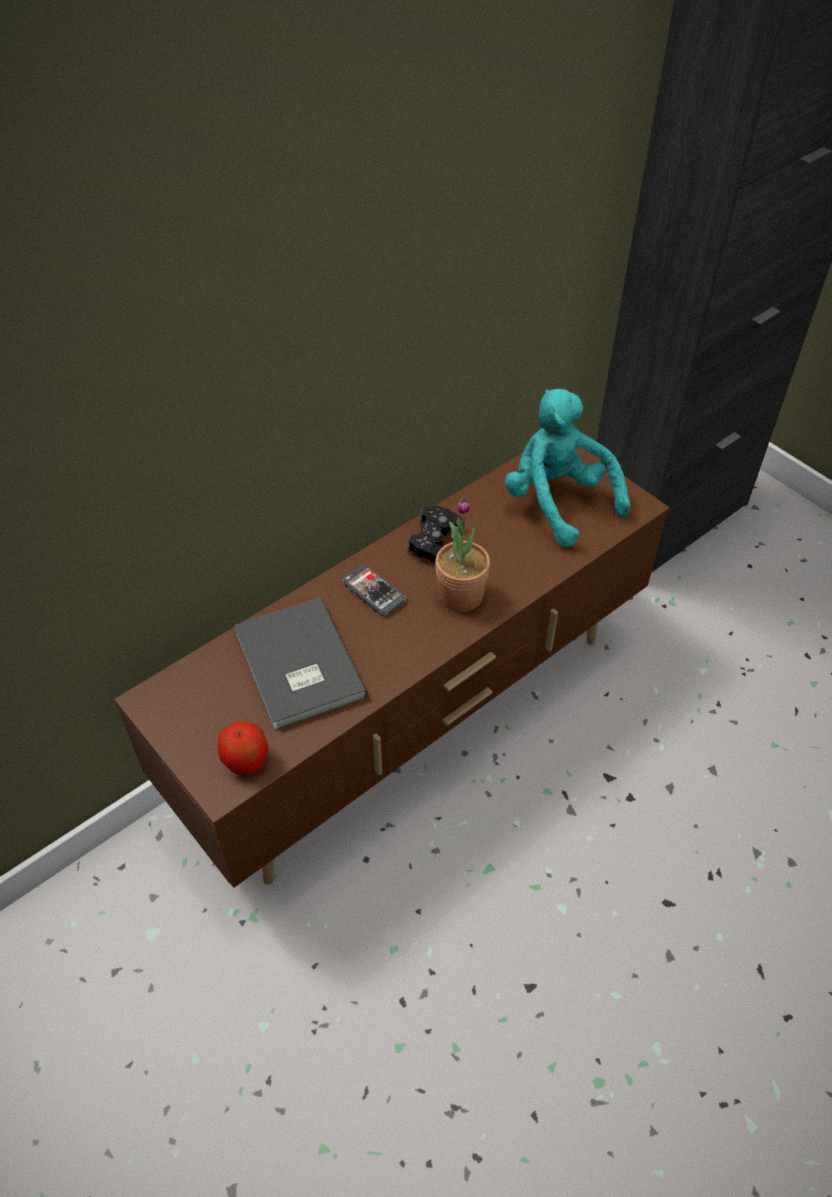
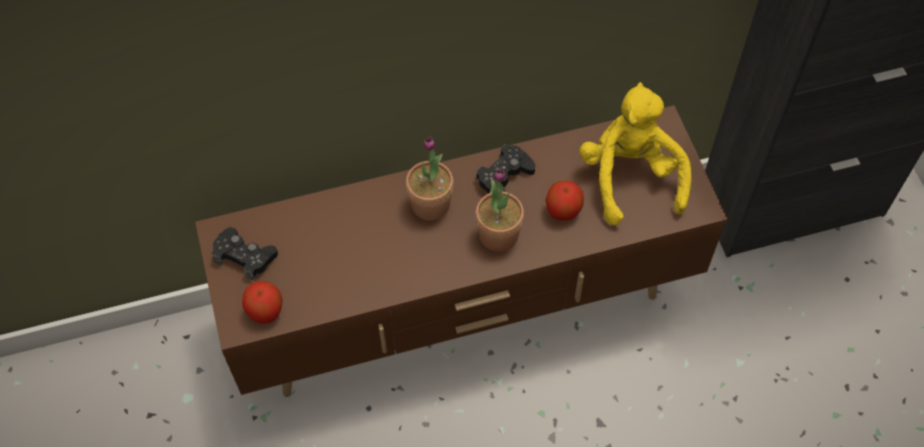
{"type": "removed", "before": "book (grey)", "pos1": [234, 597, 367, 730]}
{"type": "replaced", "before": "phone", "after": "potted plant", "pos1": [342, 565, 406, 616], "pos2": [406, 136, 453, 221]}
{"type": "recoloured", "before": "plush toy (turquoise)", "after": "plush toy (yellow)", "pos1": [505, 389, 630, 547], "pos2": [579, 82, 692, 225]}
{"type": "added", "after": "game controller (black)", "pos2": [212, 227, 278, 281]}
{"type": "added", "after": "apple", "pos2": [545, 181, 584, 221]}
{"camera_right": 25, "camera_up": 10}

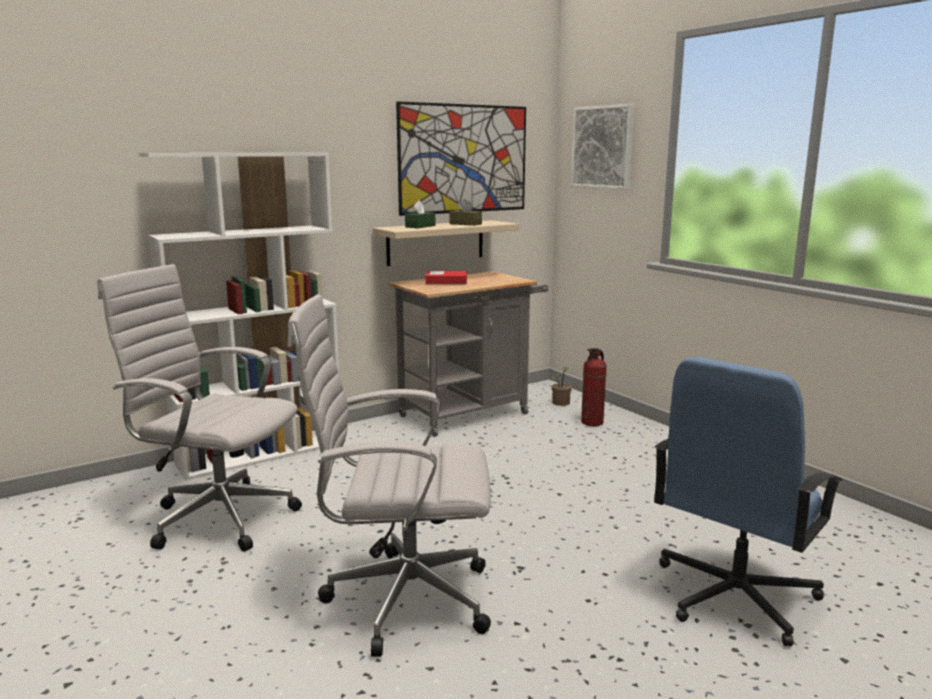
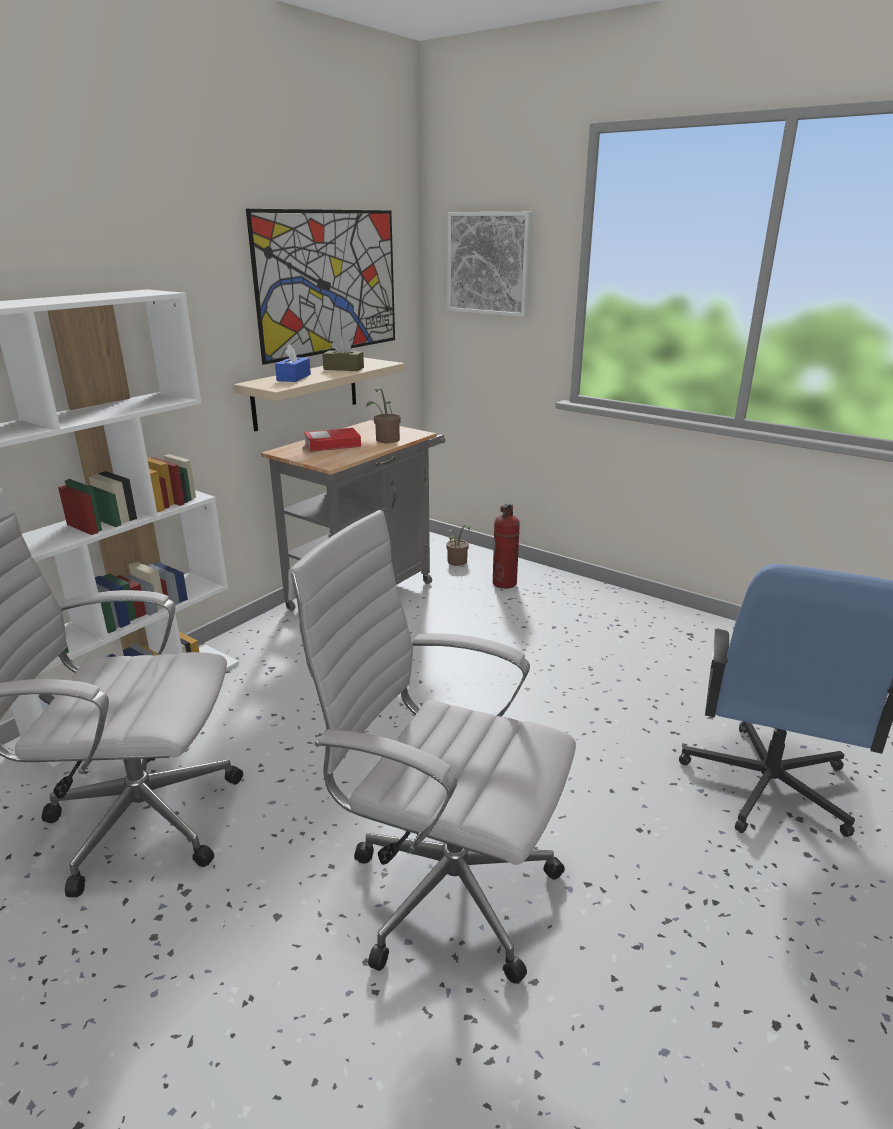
{"type": "turned", "before": "office chair (white)", "pos1": [287, 294, 491, 657], "pos2": [288, 510, 576, 984], "turn": 45}
{"type": "recoloured", "before": "tissue box (green)", "after": "tissue box (blue)", "pos1": [405, 200, 435, 228], "pos2": [275, 344, 311, 382]}
{"type": "added", "after": "potted plant", "pos2": [366, 387, 401, 443]}
{"camera_right": -20, "camera_up": 10}

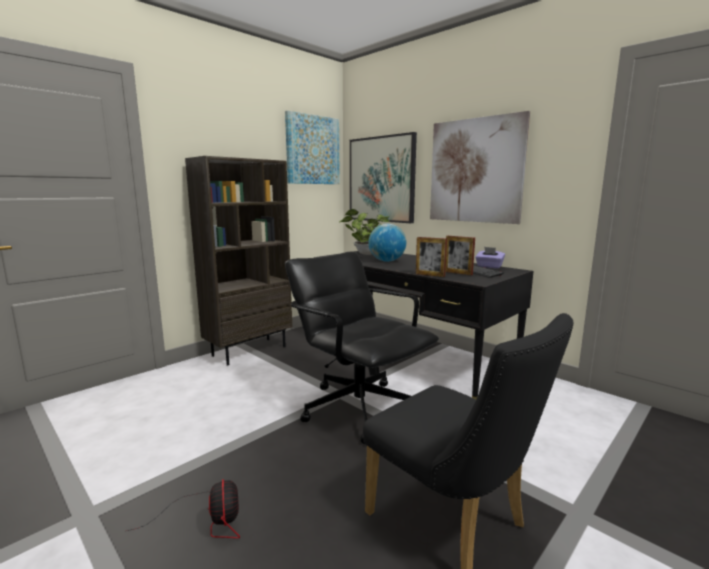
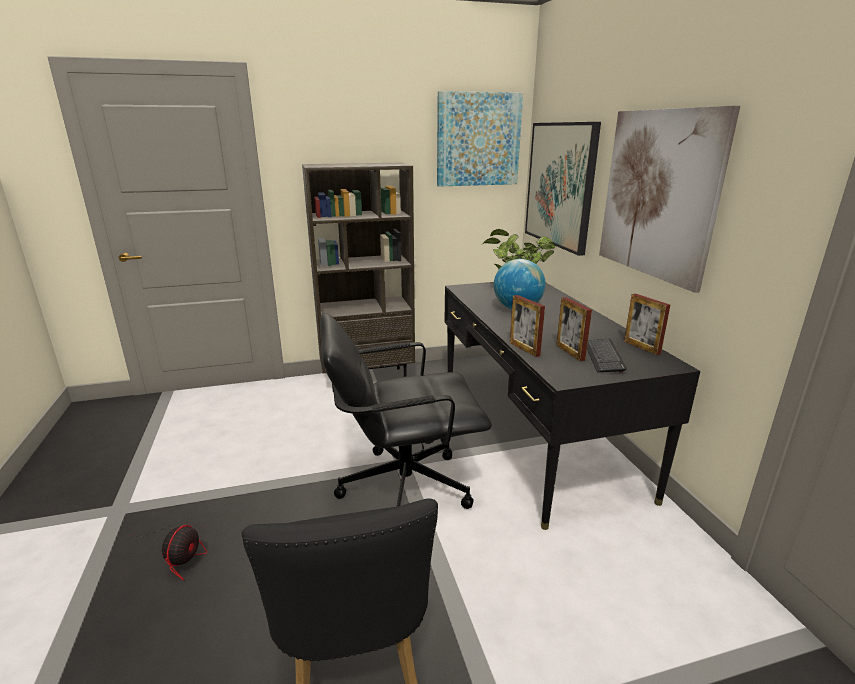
{"type": "turned", "before": "office chair (black)", "pos1": [285, 251, 439, 444], "pos2": [320, 313, 492, 509], "turn": -90}
{"type": "replaced", "before": "tissue box (purple)", "after": "picture frame", "pos1": [475, 247, 505, 268], "pos2": [624, 294, 670, 355]}
{"camera_right": 30, "camera_up": 10}

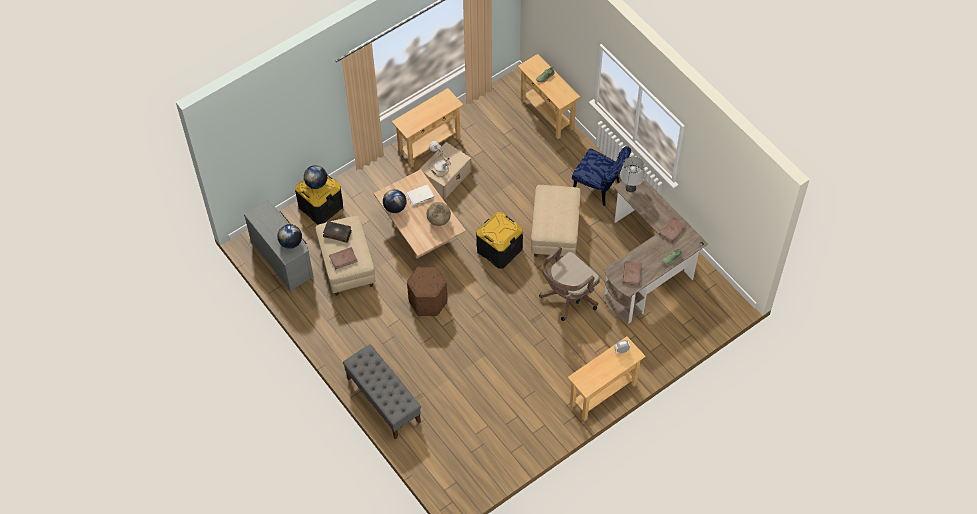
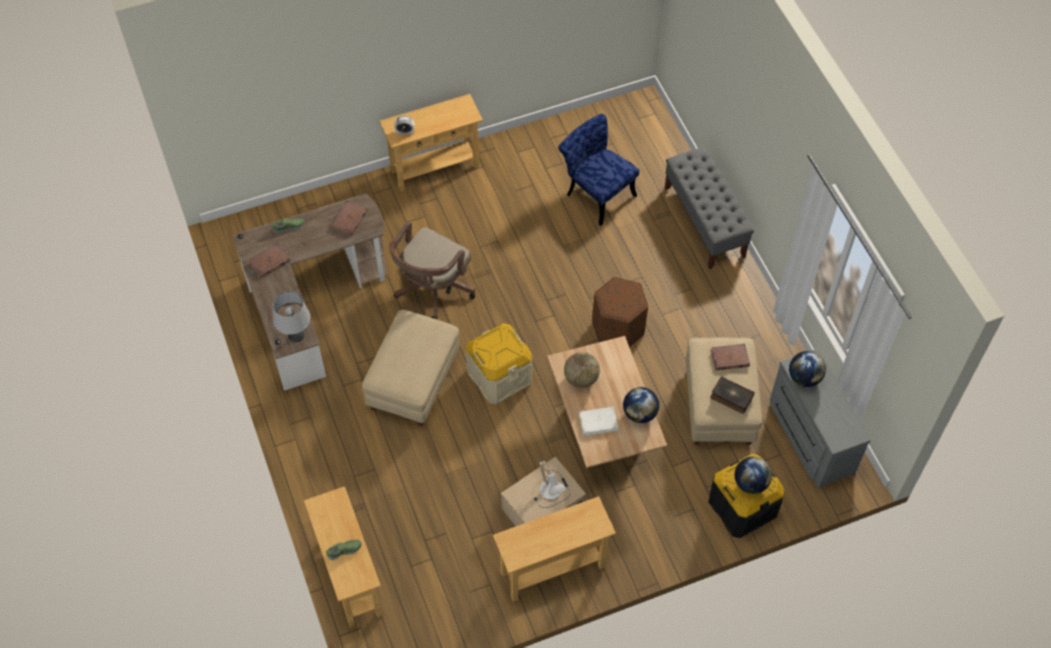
{"type": "recoloured", "before": "storage box (black)", "after": "storage box (beige)", "pos1": [476, 212, 523, 269], "pos2": [466, 323, 532, 404]}
{"type": "turned", "before": "office chair (brown)", "pos1": [539, 247, 600, 321], "pos2": [389, 221, 476, 319], "turn": 150}
{"type": "moved", "before": "chair (blue)", "pos1": [572, 146, 631, 206], "pos2": [558, 114, 639, 226]}
{"camera_right": -165, "camera_up": 0}

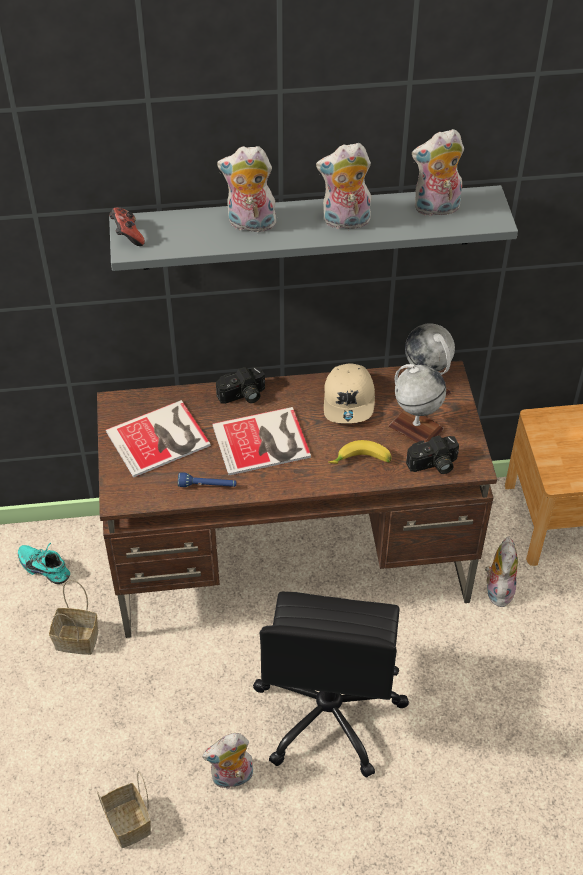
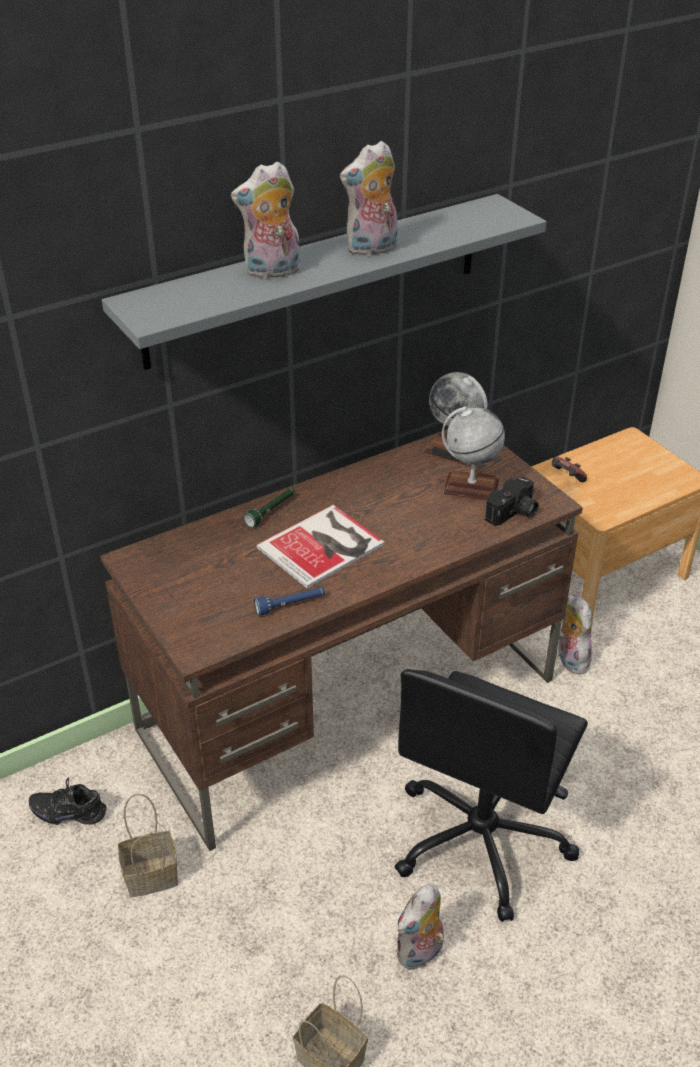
{"type": "recoloured", "before": "shoe (turquoise)", "after": "shoe (black)", "pos1": [18, 543, 70, 584], "pos2": [29, 777, 106, 825]}
{"type": "removed", "before": "book", "pos1": [106, 400, 211, 478]}
{"type": "moved", "before": "game controller", "pos1": [109, 208, 145, 246], "pos2": [552, 456, 587, 482]}
{"type": "replaced", "before": "photo camera", "after": "flashlight (green)", "pos1": [216, 367, 265, 404], "pos2": [243, 488, 295, 527]}
{"type": "turned", "before": "office chair (black)", "pos1": [253, 592, 409, 777], "pos2": [395, 669, 588, 922], "turn": 45}
{"type": "removed", "before": "cap (beige)", "pos1": [324, 363, 375, 423]}
{"type": "removed", "before": "banana", "pos1": [328, 440, 392, 464]}
{"type": "removed", "before": "plush toy", "pos1": [412, 129, 464, 216]}
{"camera_right": -25, "camera_up": -10}

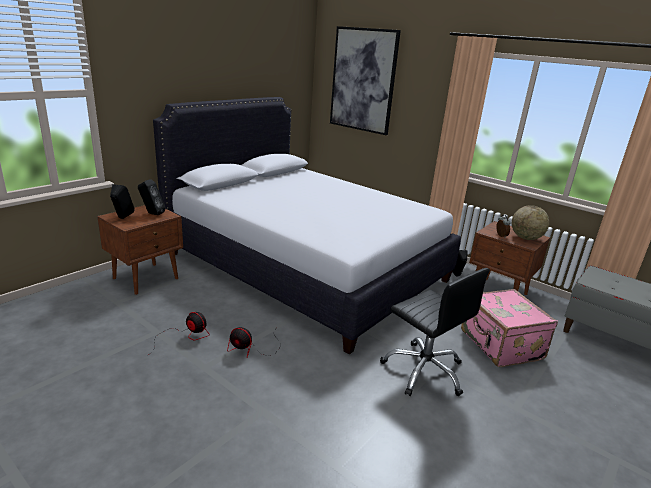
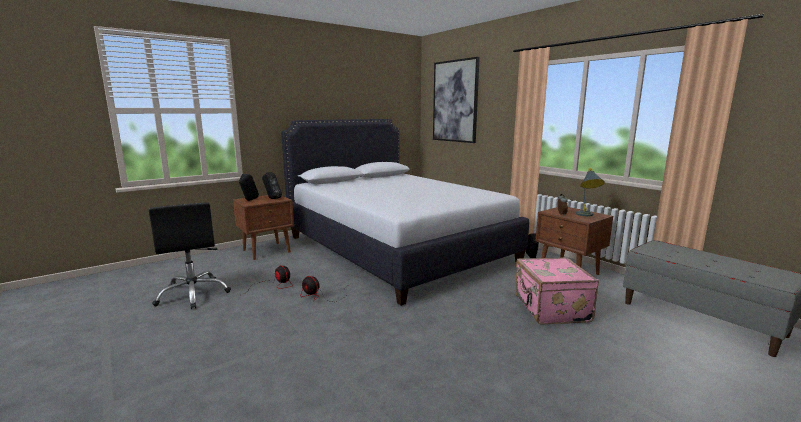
{"type": "moved", "before": "office chair (black)", "pos1": [380, 268, 490, 396], "pos2": [149, 202, 231, 309]}
{"type": "replaced", "before": "globe", "after": "table lamp (grey)", "pos1": [512, 205, 549, 240], "pos2": [576, 168, 605, 216]}
{"camera_right": 15, "camera_up": -10}

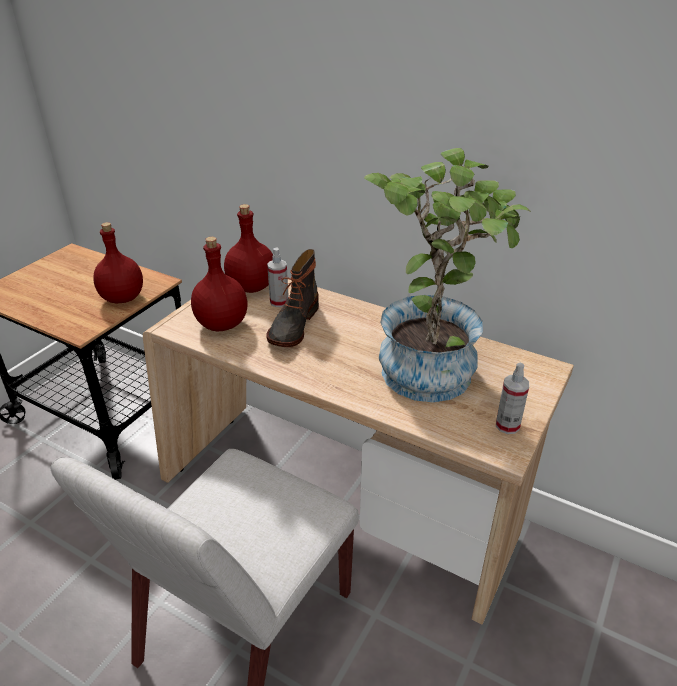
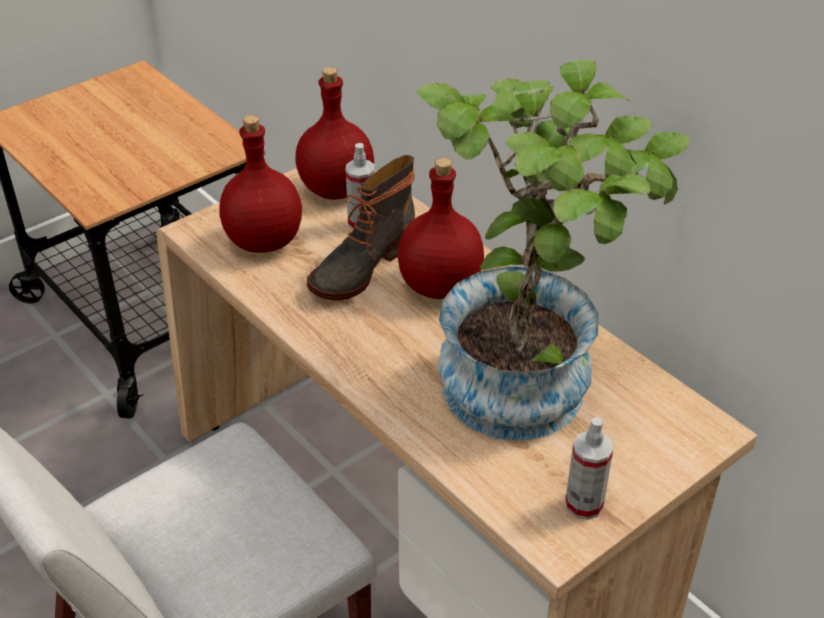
{"type": "moved", "before": "bottle (red)", "pos1": [93, 222, 143, 303], "pos2": [398, 158, 484, 299]}
{"camera_right": 20, "camera_up": 5}

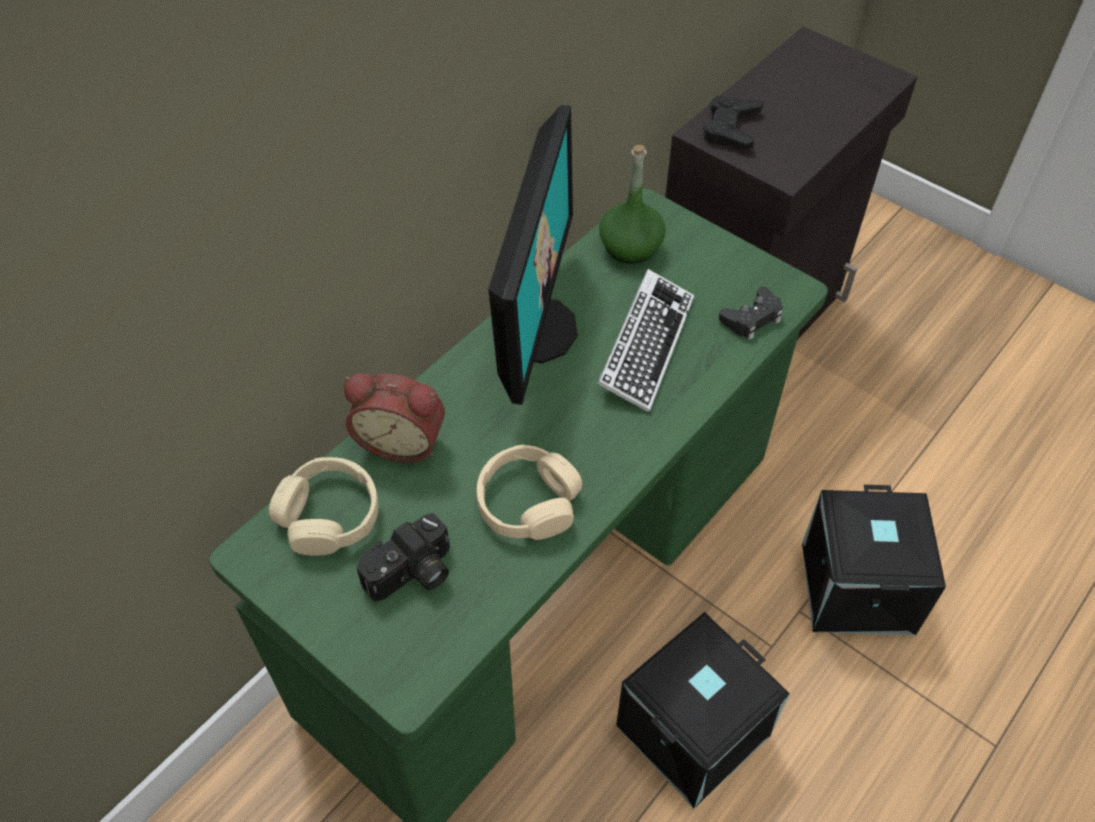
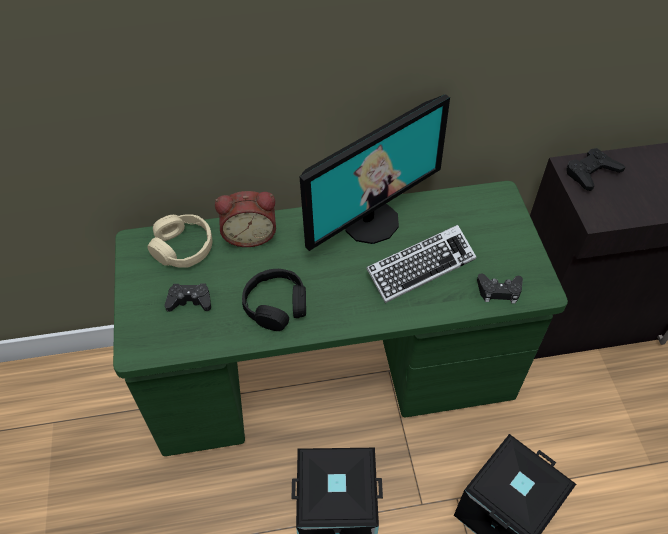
{"type": "turned", "before": "alarm clock", "pos1": [344, 373, 445, 463], "pos2": [215, 191, 276, 247], "turn": -60}
{"type": "replaced", "before": "photo camera", "after": "game controller (black)", "pos1": [356, 513, 450, 602], "pos2": [165, 283, 211, 312]}
{"type": "recoloured", "before": "headphones (beige)", "after": "headphones (black)", "pos1": [477, 445, 582, 540], "pos2": [242, 269, 306, 331]}
{"type": "removed", "before": "bottle (green)", "pos1": [599, 145, 666, 264]}
{"camera_right": 40, "camera_up": 0}

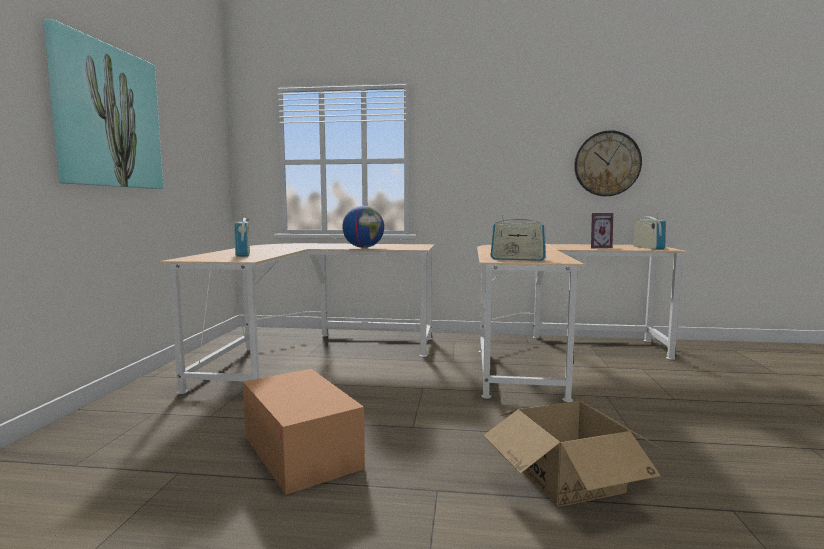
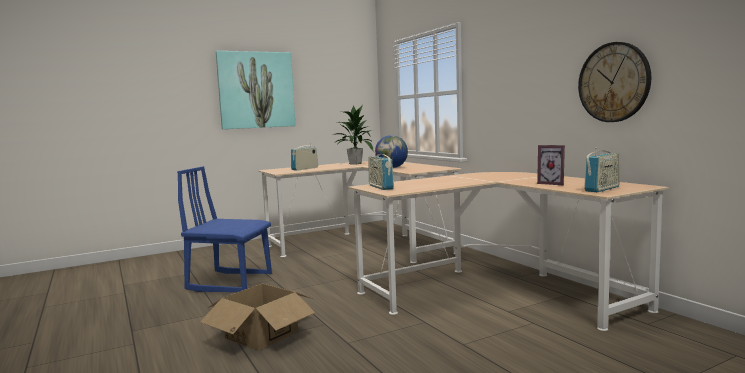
{"type": "replaced", "before": "cardboard box", "after": "chair (blue)", "pos1": [243, 369, 365, 495], "pos2": [177, 166, 272, 292]}
{"type": "added", "after": "potted plant", "pos2": [333, 105, 374, 165]}
{"camera_right": 55, "camera_up": 0}

